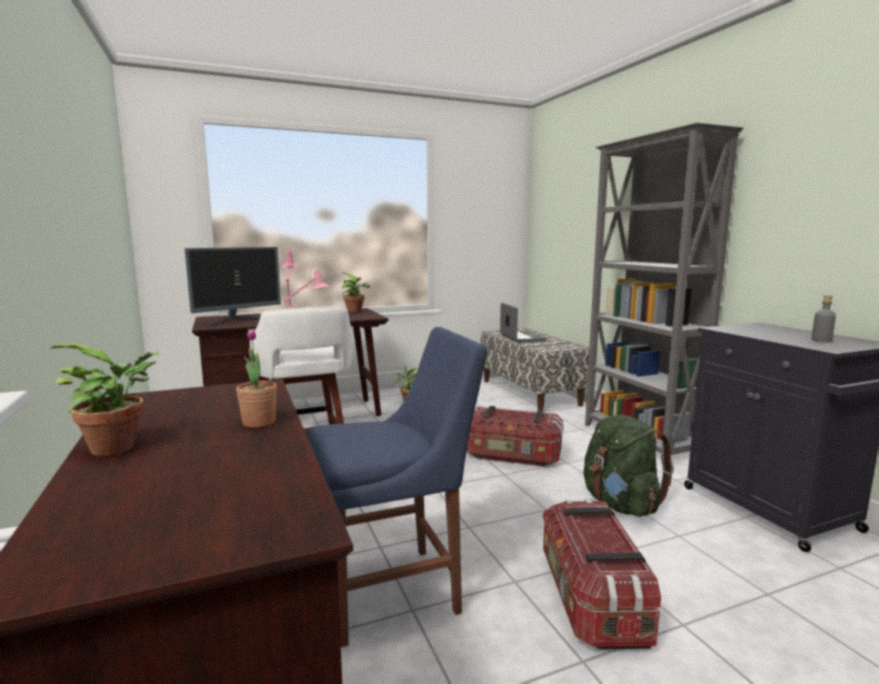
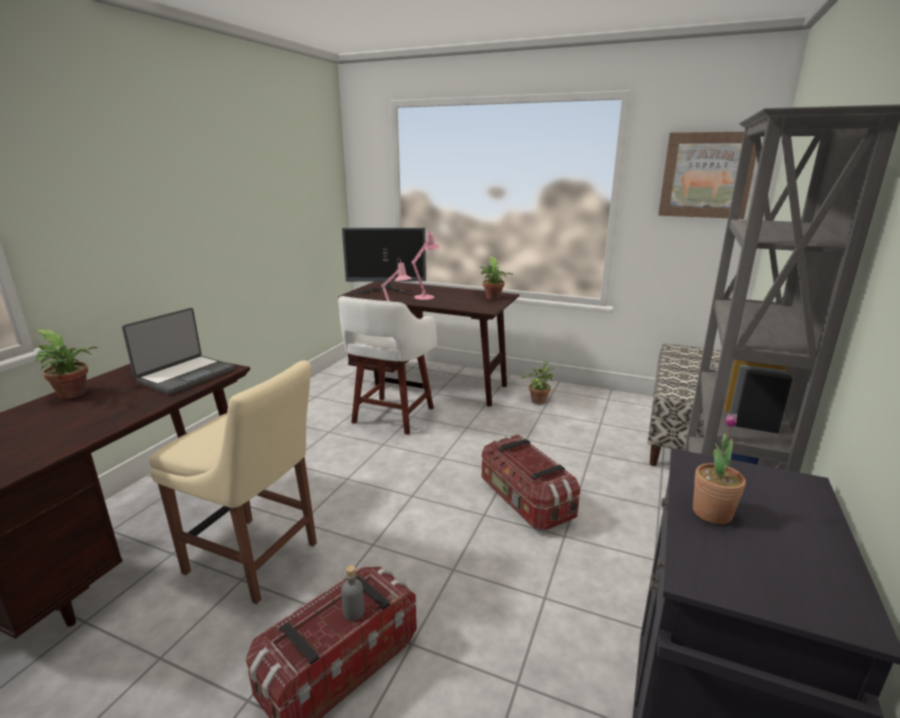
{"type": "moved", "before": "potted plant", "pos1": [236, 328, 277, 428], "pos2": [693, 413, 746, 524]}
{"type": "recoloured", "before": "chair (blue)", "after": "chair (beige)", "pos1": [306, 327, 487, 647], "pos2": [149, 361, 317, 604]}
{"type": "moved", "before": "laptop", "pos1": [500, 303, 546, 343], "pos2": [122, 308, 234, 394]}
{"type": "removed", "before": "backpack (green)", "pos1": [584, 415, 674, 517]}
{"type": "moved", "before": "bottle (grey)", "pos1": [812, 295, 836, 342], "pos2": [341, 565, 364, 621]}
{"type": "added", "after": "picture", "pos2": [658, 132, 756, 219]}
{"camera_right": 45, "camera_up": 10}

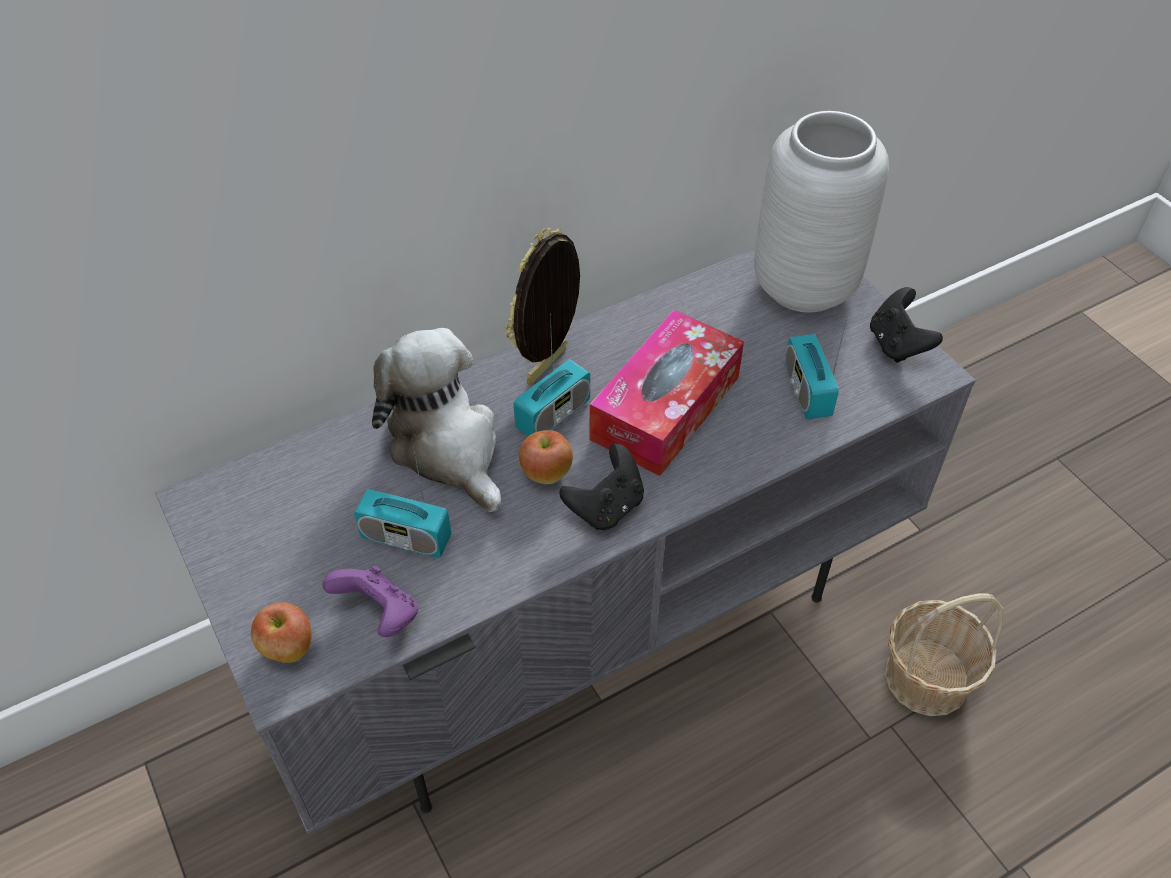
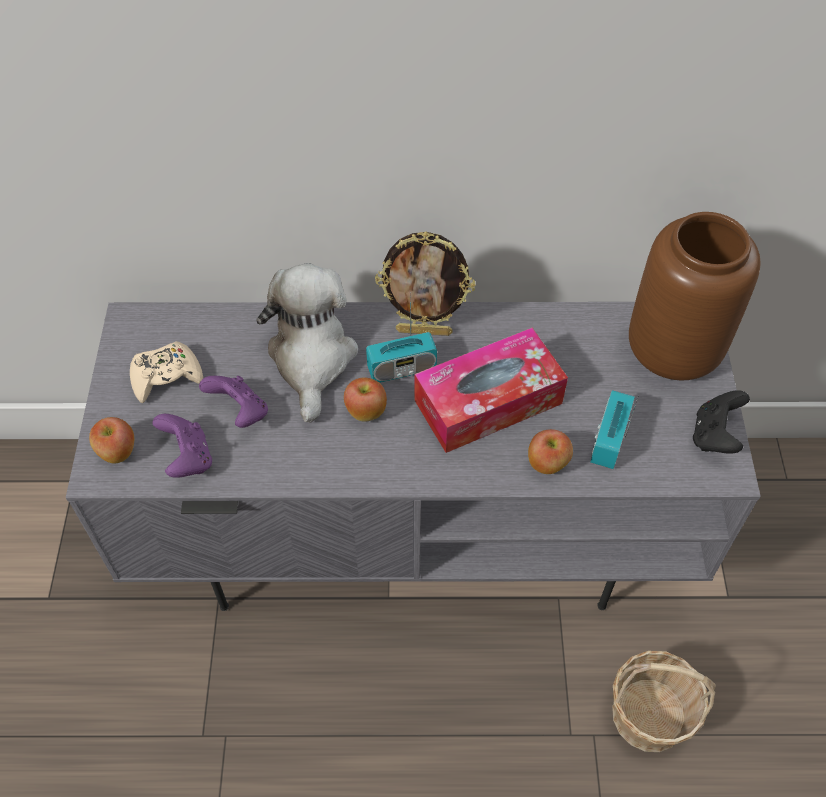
{"type": "replaced", "before": "radio", "after": "game controller (purple)", "pos1": [354, 447, 451, 558], "pos2": [199, 376, 268, 428]}
{"type": "turned", "before": "picture frame", "pos1": [506, 227, 580, 385], "pos2": [375, 232, 476, 336], "turn": -150}
{"type": "removed", "before": "game controller (black)", "pos1": [559, 444, 644, 530]}
{"type": "recoloured", "before": "vase (grey)", "after": "vase (brown)", "pos1": [754, 111, 889, 313], "pos2": [629, 212, 761, 381]}
{"type": "added", "after": "game controller (beige)", "pos2": [130, 341, 203, 403]}
{"type": "added", "after": "apple", "pos2": [528, 429, 573, 474]}
{"camera_right": 30, "camera_up": 5}

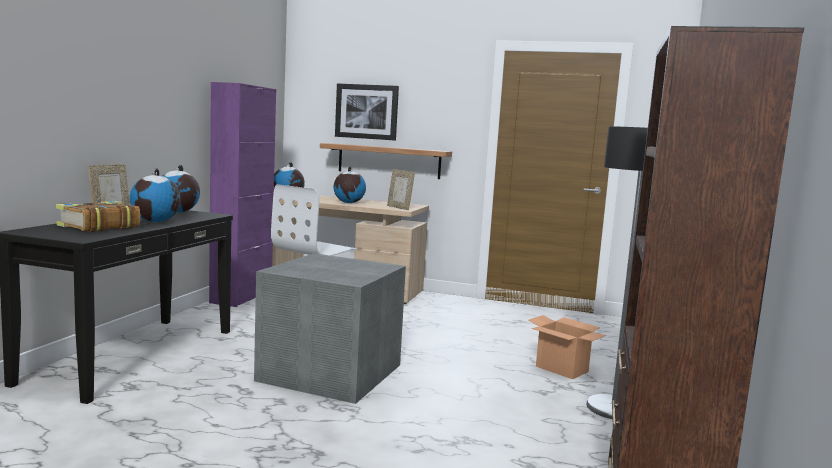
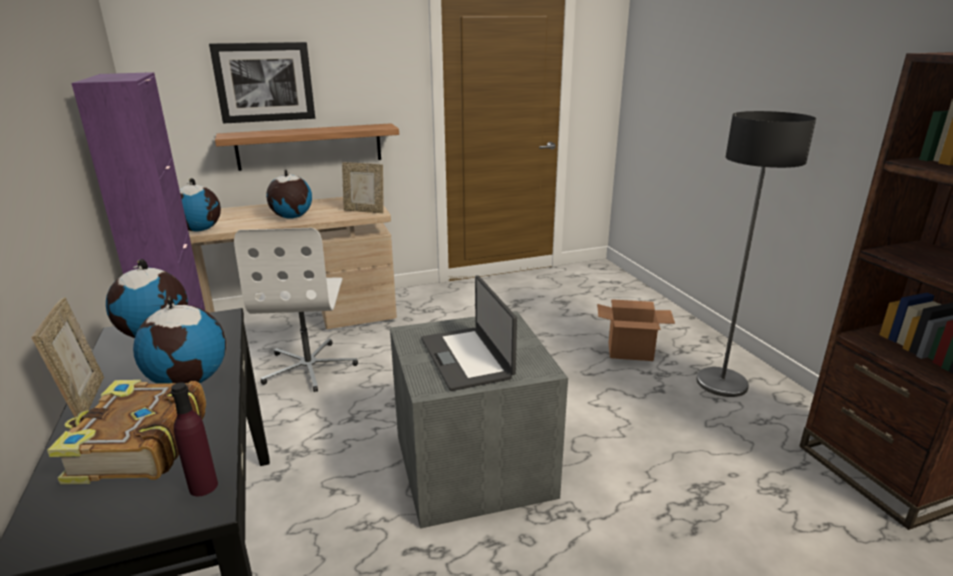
{"type": "added", "after": "bottle (purple)", "pos2": [171, 382, 218, 496]}
{"type": "added", "after": "laptop", "pos2": [421, 276, 517, 391]}
{"camera_right": -35, "camera_up": 15}

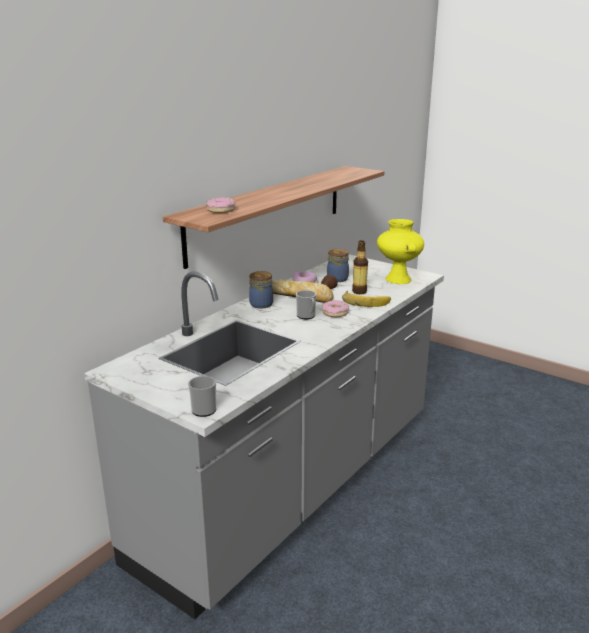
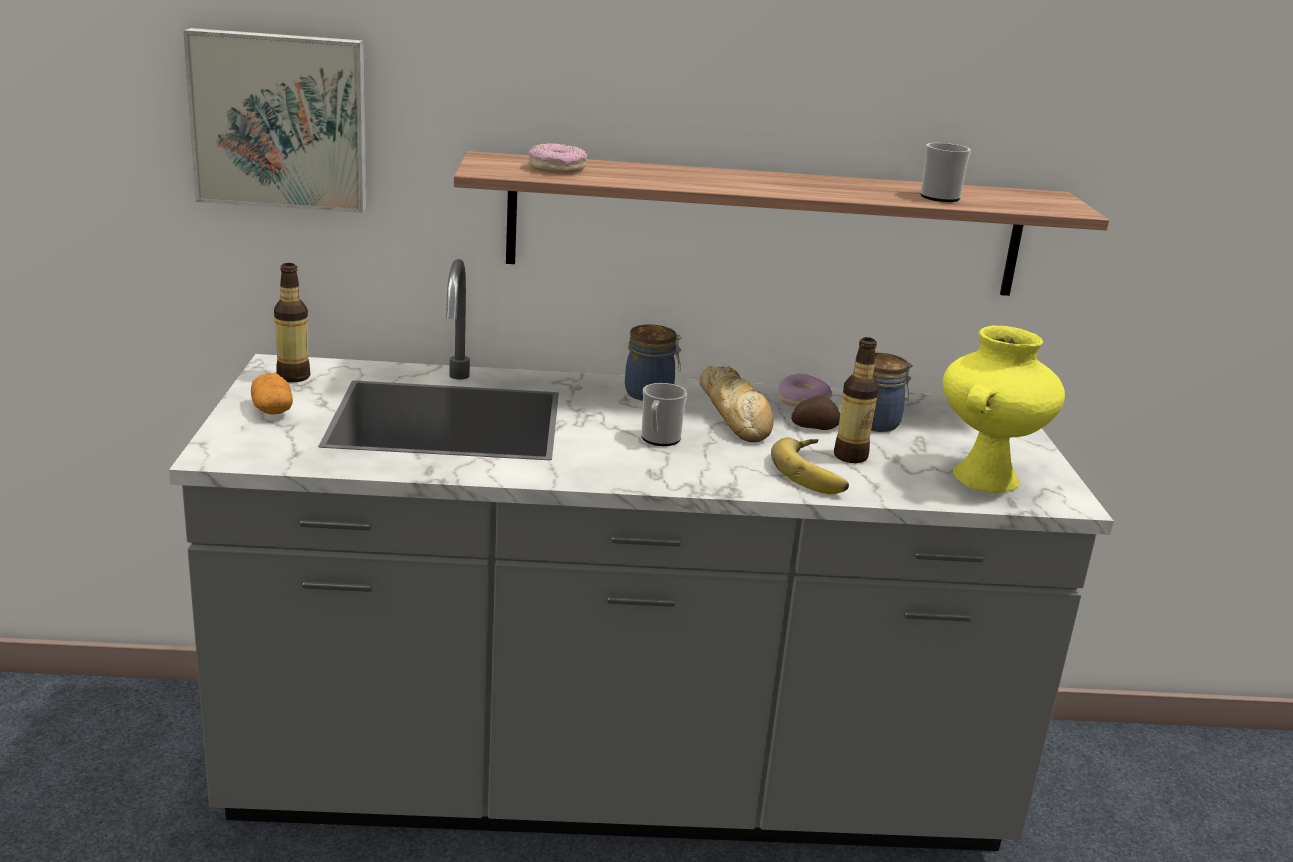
{"type": "moved", "before": "mug", "pos1": [188, 376, 216, 417], "pos2": [921, 143, 971, 202]}
{"type": "removed", "before": "donut", "pos1": [322, 300, 349, 317]}
{"type": "added", "after": "picture", "pos2": [183, 28, 366, 213]}
{"type": "added", "after": "potato", "pos2": [251, 373, 293, 415]}
{"type": "added", "after": "bottle", "pos2": [274, 263, 311, 383]}
{"camera_right": 50, "camera_up": 0}

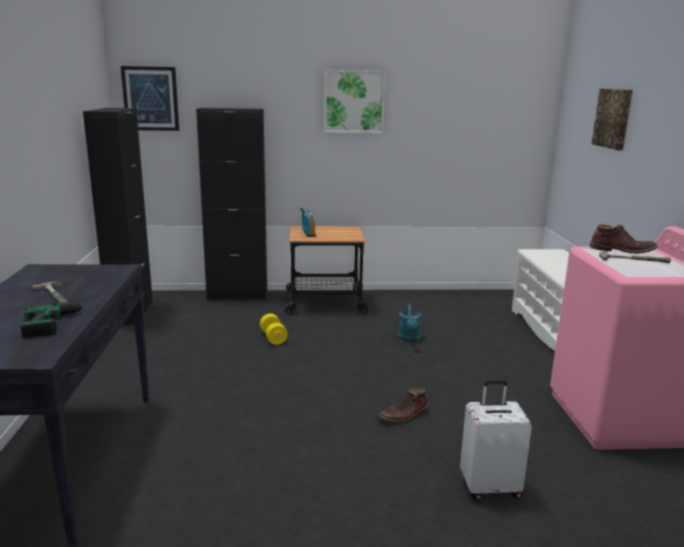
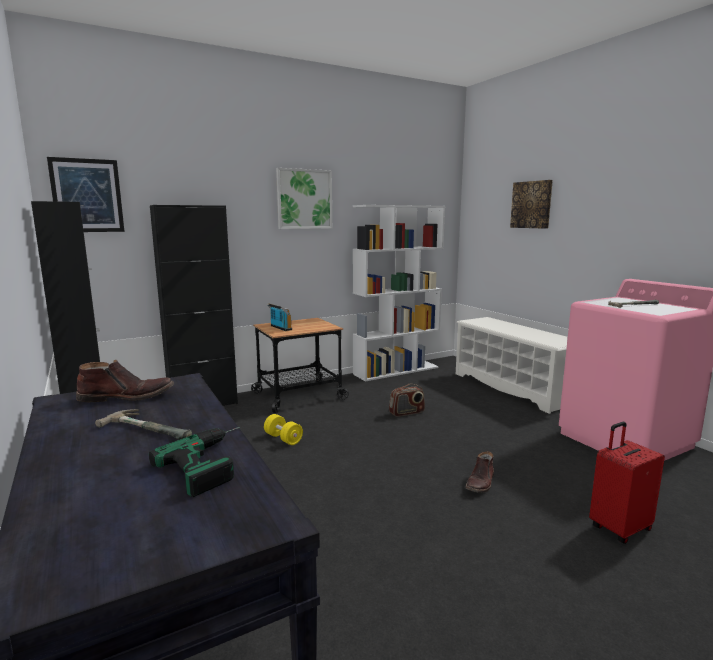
{"type": "replaced", "before": "watering can (turquoise)", "after": "radio", "pos1": [398, 303, 422, 342], "pos2": [389, 384, 425, 417]}
{"type": "recoloured", "before": "suitcase (white)", "after": "suitcase (red)", "pos1": [460, 380, 532, 500], "pos2": [589, 422, 665, 544]}
{"type": "moved", "before": "boot (brown)", "pos1": [590, 224, 658, 254], "pos2": [76, 360, 174, 402]}
{"type": "added", "after": "bookcase (white)", "pos2": [353, 205, 445, 382]}
{"camera_right": -25, "camera_up": -5}

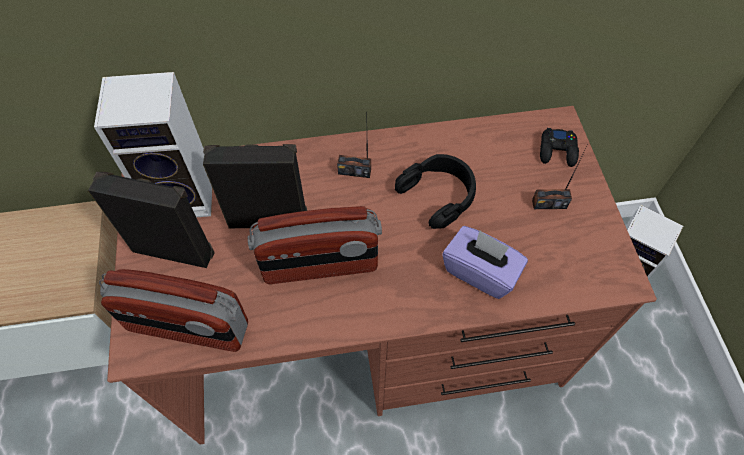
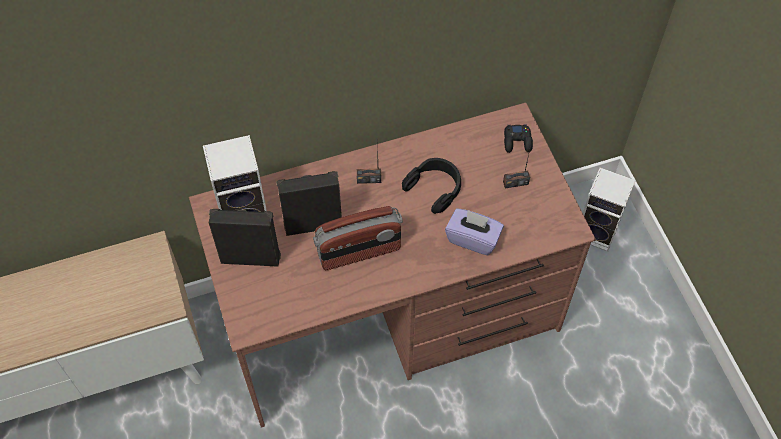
{"type": "removed", "before": "radio", "pos1": [99, 269, 248, 352]}
{"camera_right": -10, "camera_up": 0}

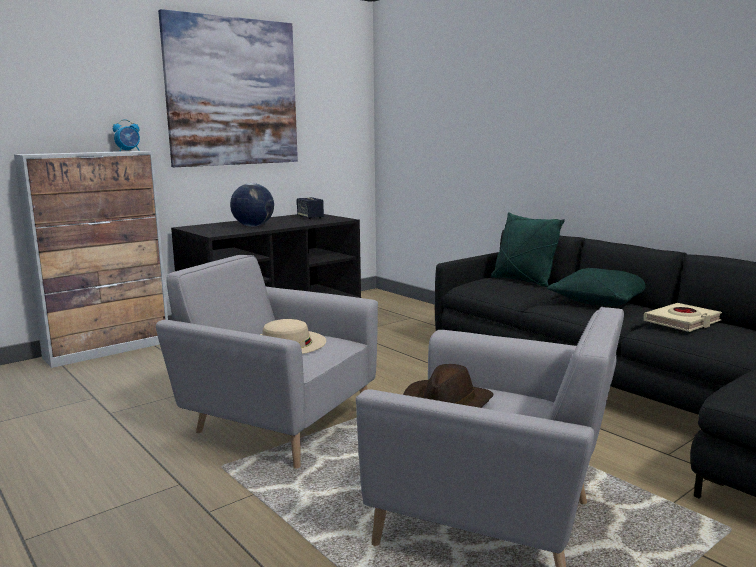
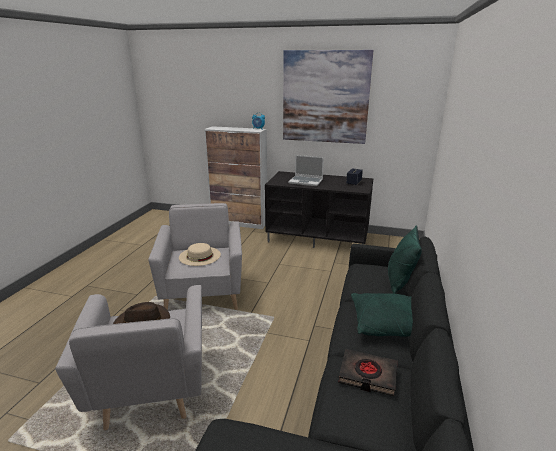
{"type": "replaced", "before": "globe", "after": "laptop", "pos1": [230, 183, 274, 227], "pos2": [288, 155, 324, 186]}
{"type": "recoloured", "before": "book (beige)", "after": "book (black)", "pos1": [643, 303, 722, 332], "pos2": [338, 349, 398, 396]}
{"camera_right": 55, "camera_up": 10}

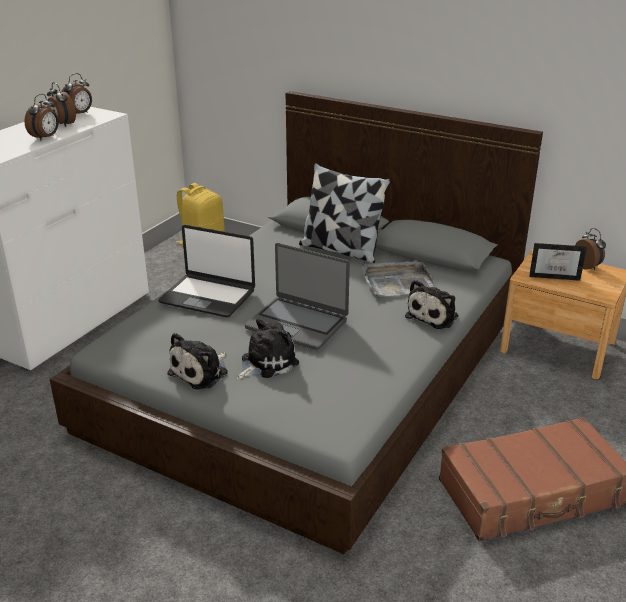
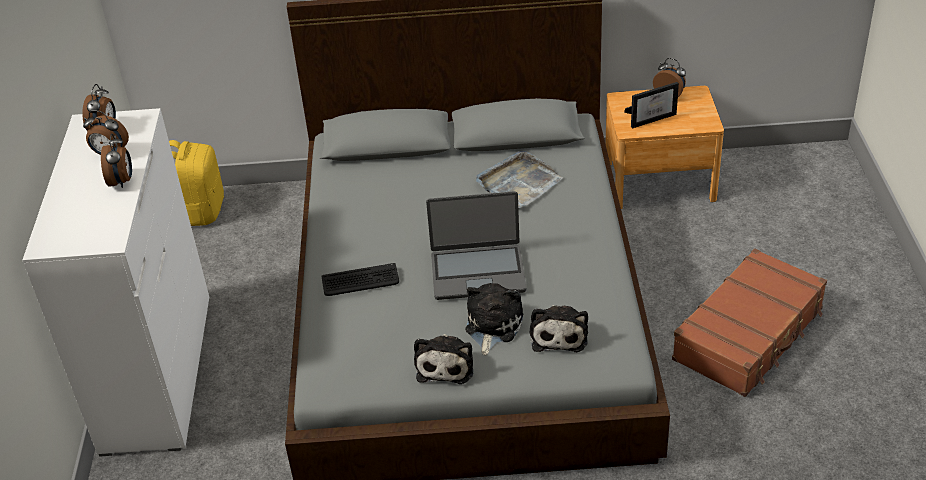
{"type": "replaced", "before": "laptop", "after": "keyboard", "pos1": [158, 225, 255, 317], "pos2": [321, 263, 399, 296]}
{"type": "removed", "before": "pillow", "pos1": [299, 163, 391, 263]}
{"type": "moved", "before": "plush toy", "pos1": [405, 280, 458, 329], "pos2": [530, 305, 588, 352]}
{"camera_right": -30, "camera_up": 10}

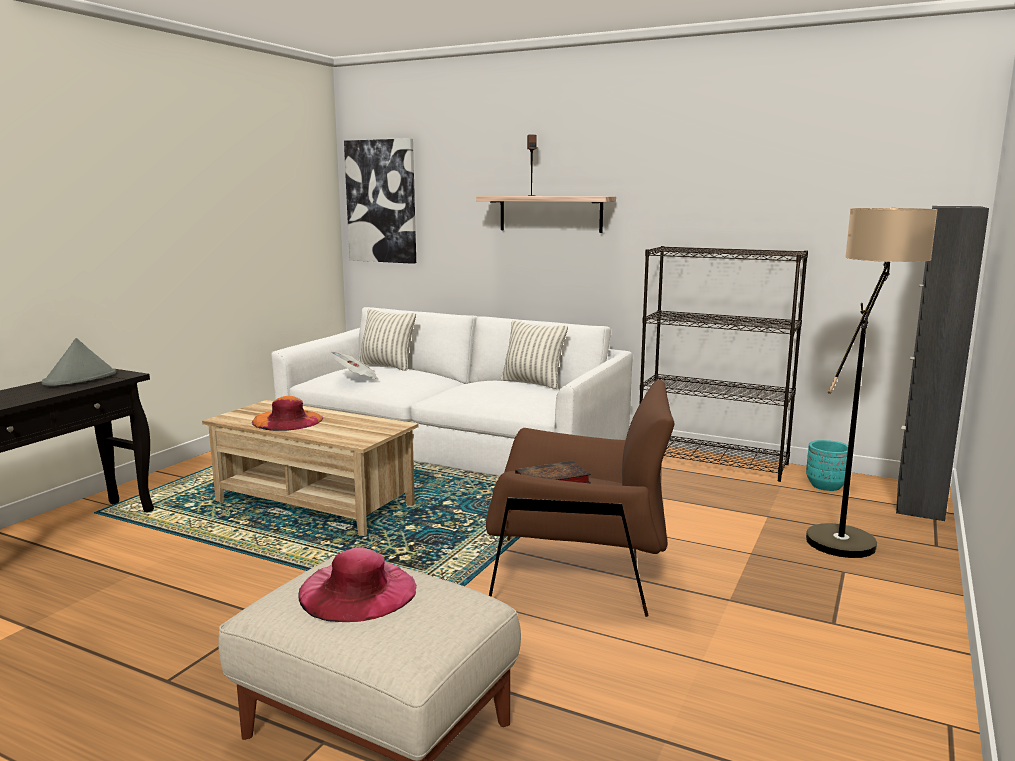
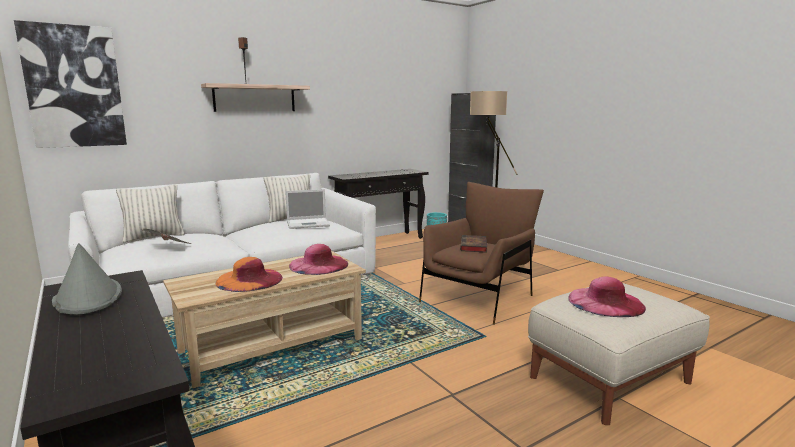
{"type": "replaced", "before": "bookcase (black)", "after": "console table (black)", "pos1": [639, 246, 808, 482], "pos2": [328, 169, 428, 239]}
{"type": "added", "after": "laptop", "pos2": [285, 189, 330, 229]}
{"type": "added", "after": "hat (pink)", "pos2": [289, 244, 348, 275]}
{"camera_right": -60, "camera_up": 0}

